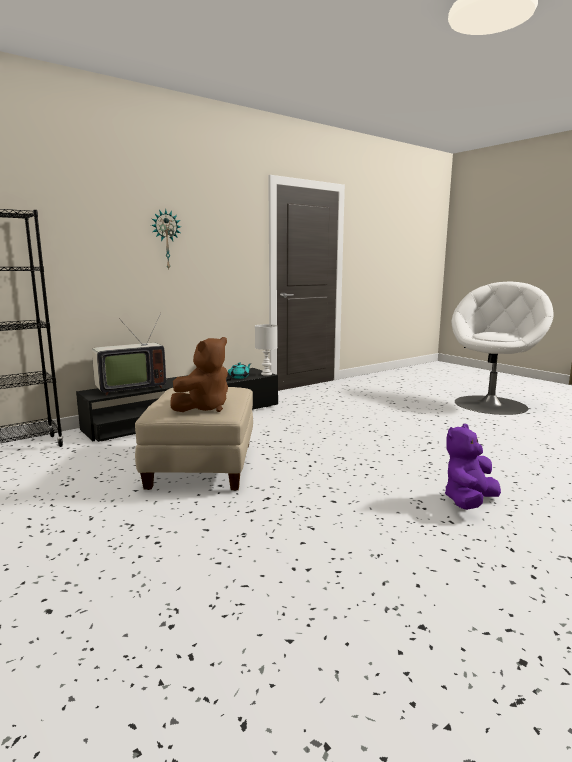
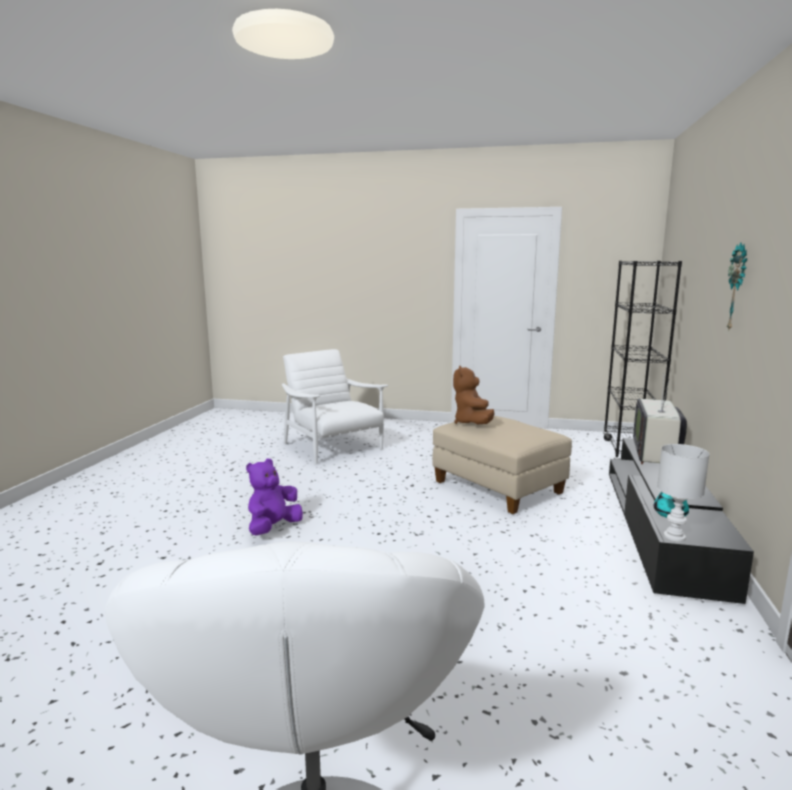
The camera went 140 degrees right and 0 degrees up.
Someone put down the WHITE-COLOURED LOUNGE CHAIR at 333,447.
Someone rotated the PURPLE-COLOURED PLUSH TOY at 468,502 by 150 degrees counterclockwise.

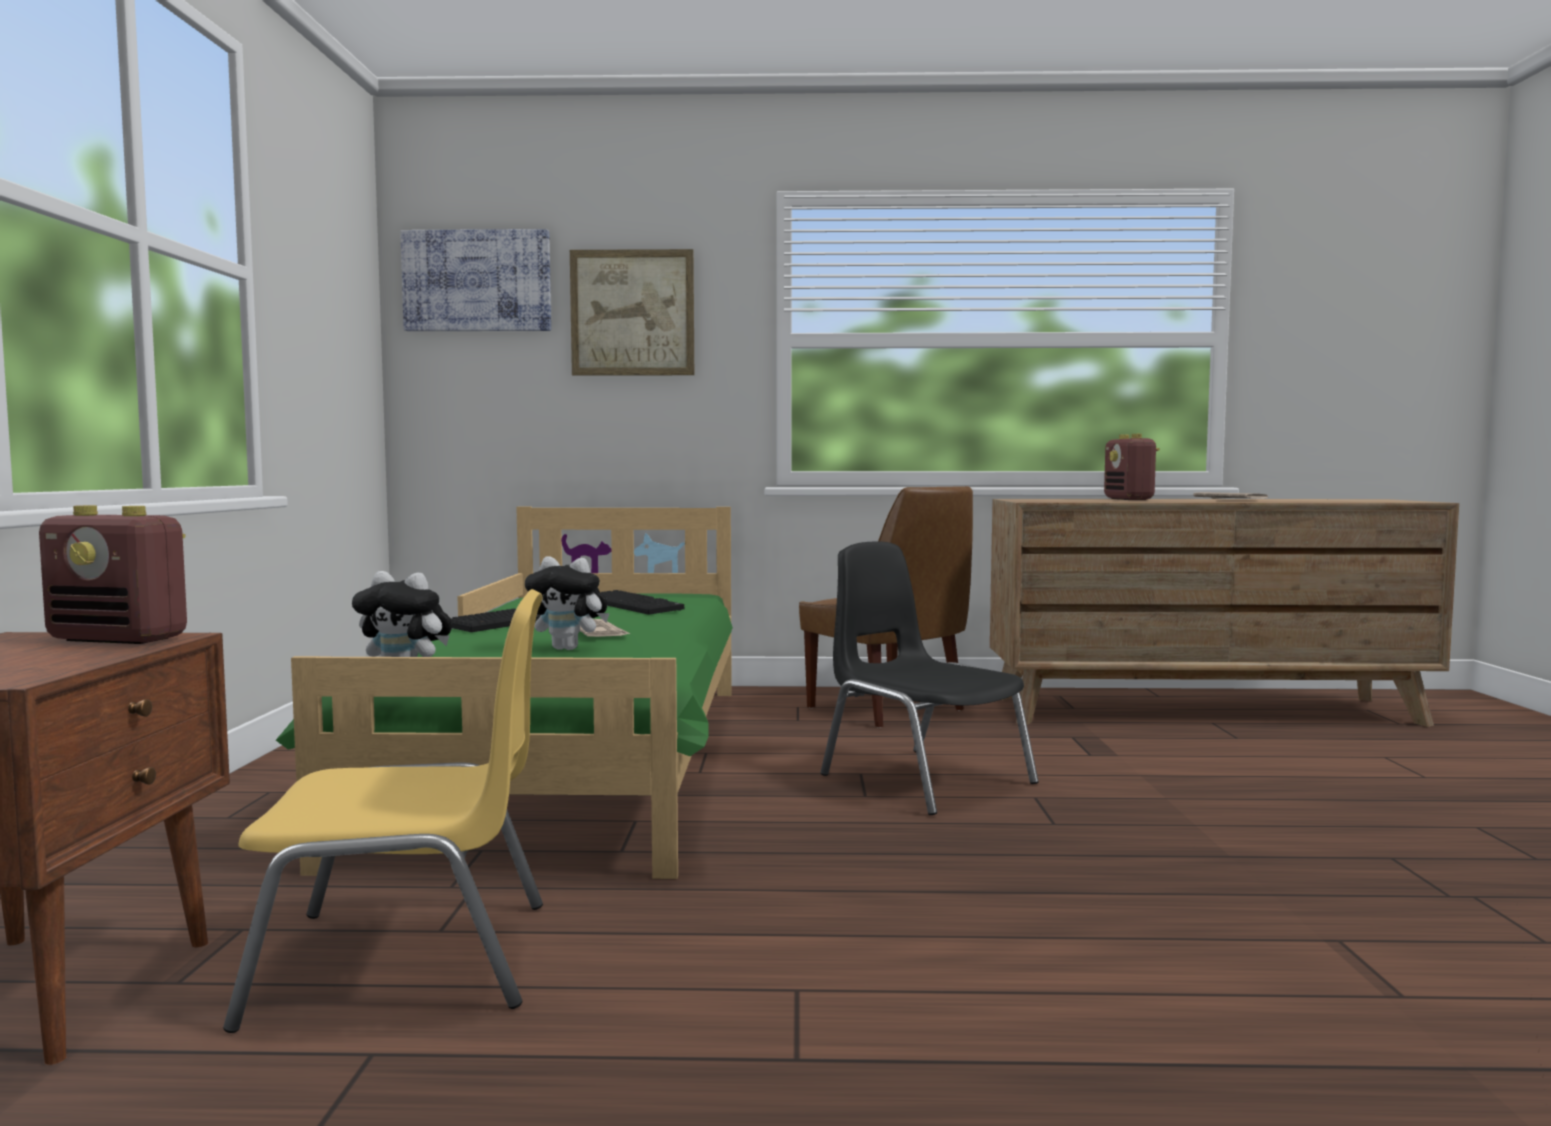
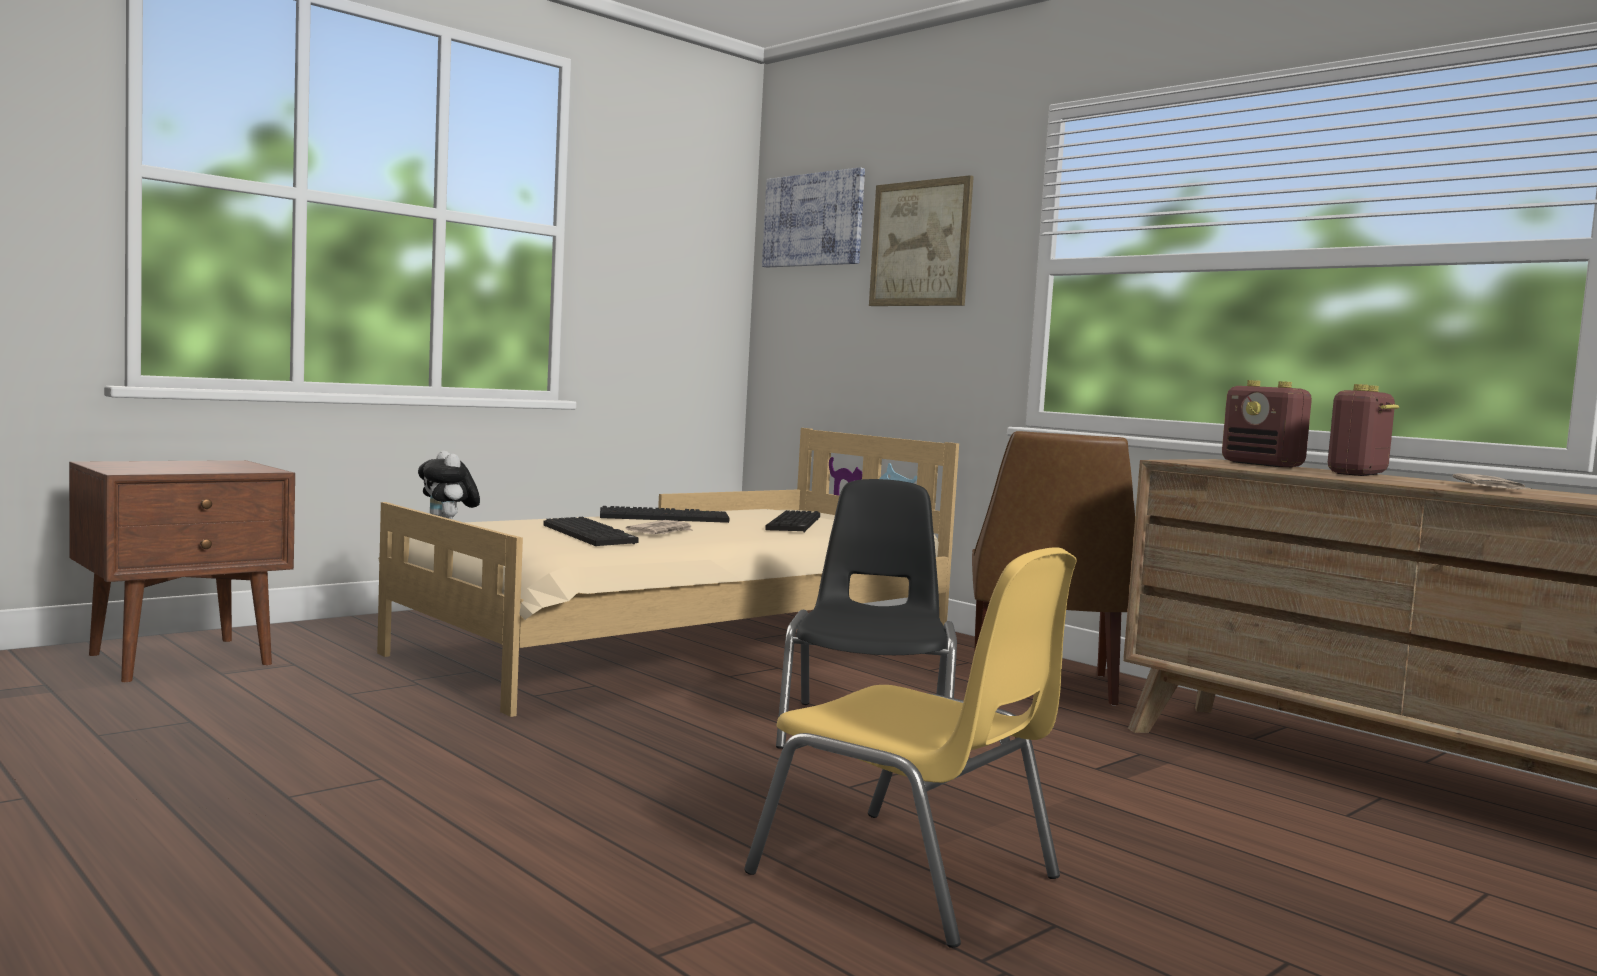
The camera went 45 degrees right and 0 degrees up.
Someone carried the RADIO from 120,639 to 1263,464.
Someone carried the YELLOW-COLOURED UPRIGHT CHAIR from 410,960 to 909,877.
Someone swapped the PLUSH TOY at 569,648 for the KEYBOARD at 591,535.
Someone repainted the GREENISH SLEEPING BED at 579,760, which became the SAND-COLOURED SLEEPING BED at 683,647.

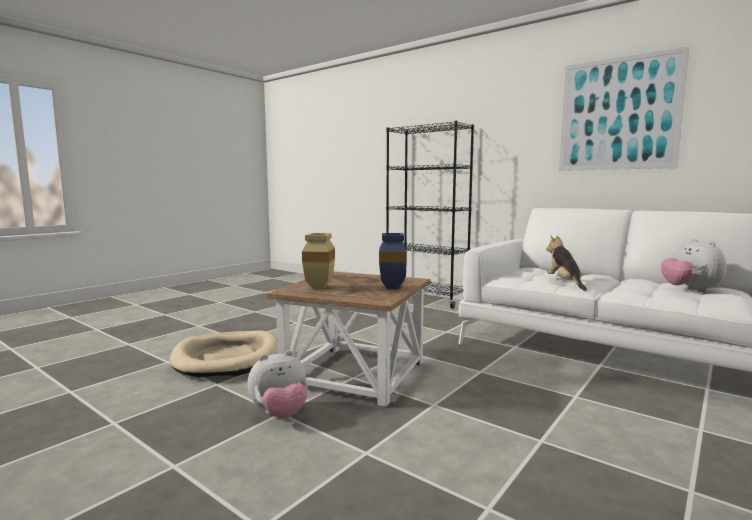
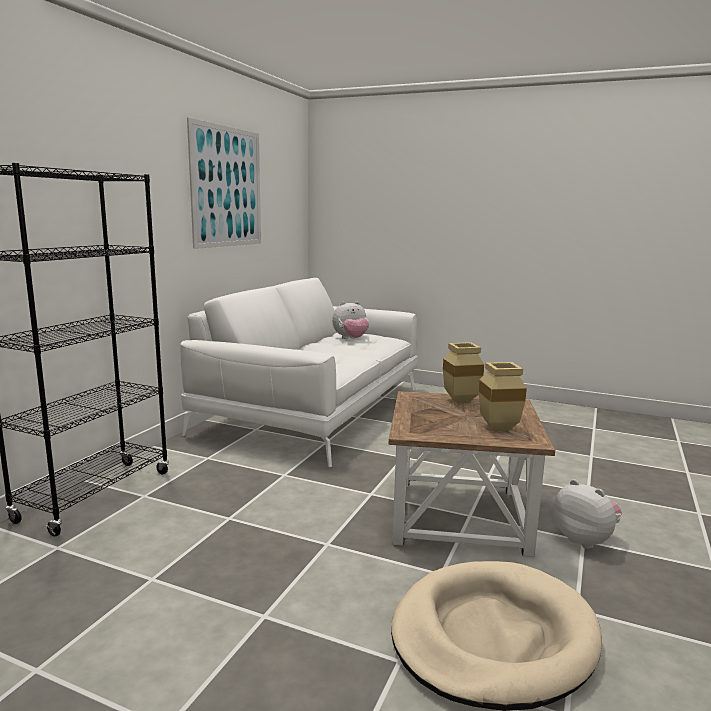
The camera went 105 degrees left and 5 degrees up.
Someone took away the PLUSH TOY at 565,283.
Someone repainted the BLUE DECORATIVE VASE at 393,288, which became the SAND-COLOURED DECORATIVE VASE at 462,400.

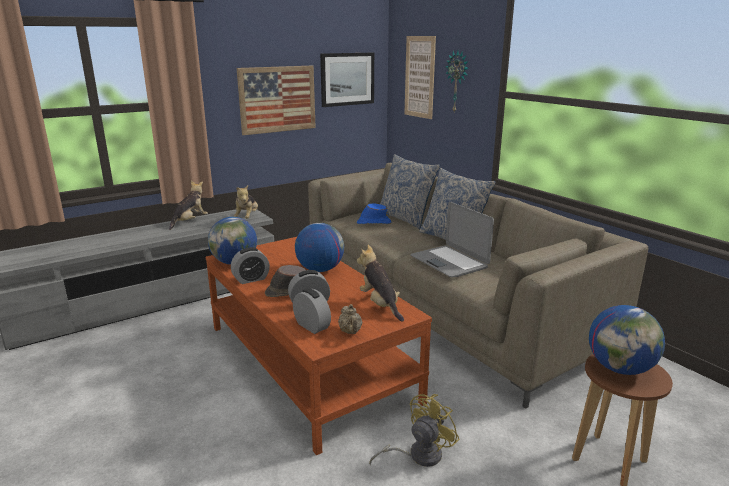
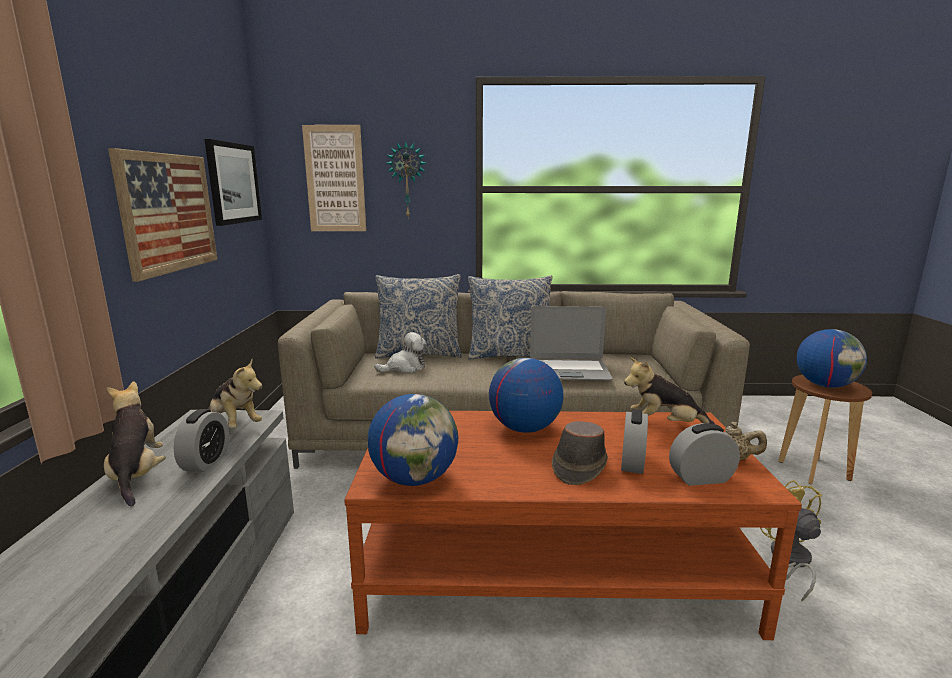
The camera went 55 degrees left and 5 degrees down.
Someone carried the BEDSIDE CLOCK from 251,279 to 206,462.
Someone swapped the BLUE CLOTHING HAT at 373,223 for the PLUSH TOY at 404,368.

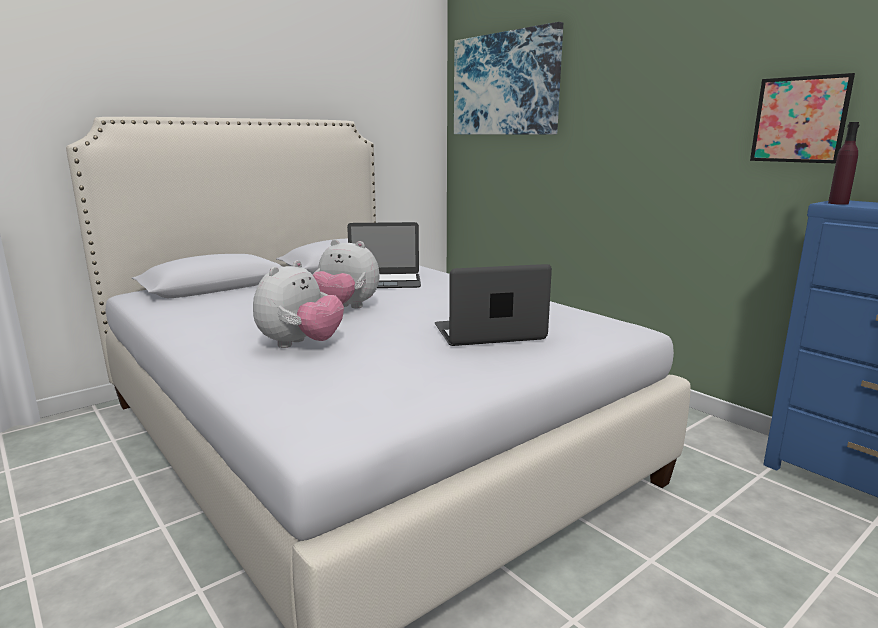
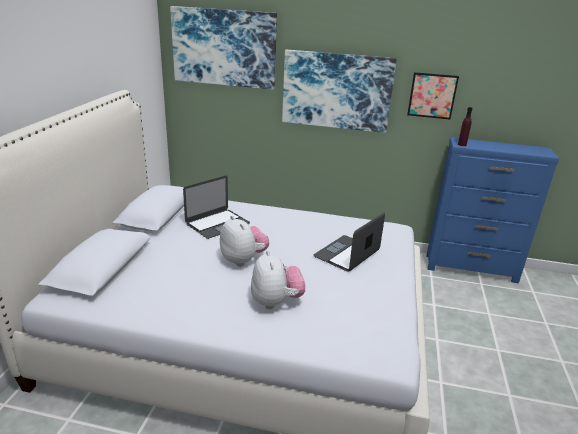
The camera went 40 degrees left and 10 degrees up.
Someone put up the PICTURE at 336,91.
Someone rotated the PLUSH TOY at 345,309 by 105 degrees counterclockwise.

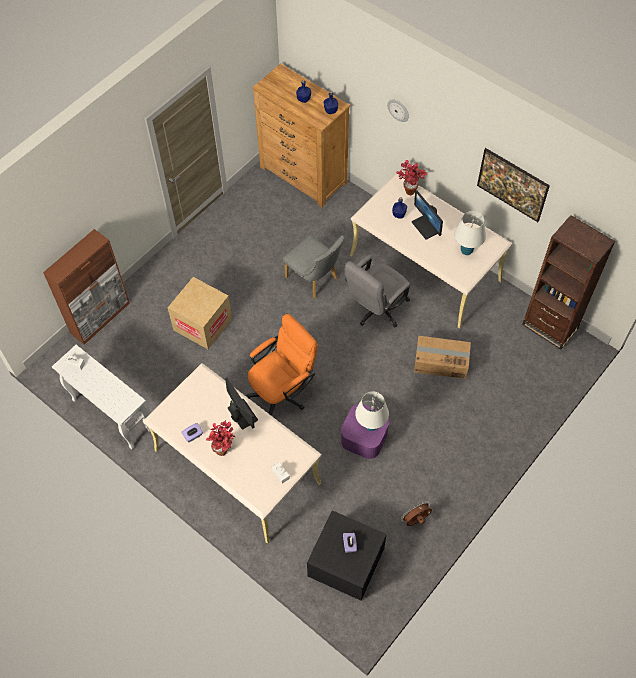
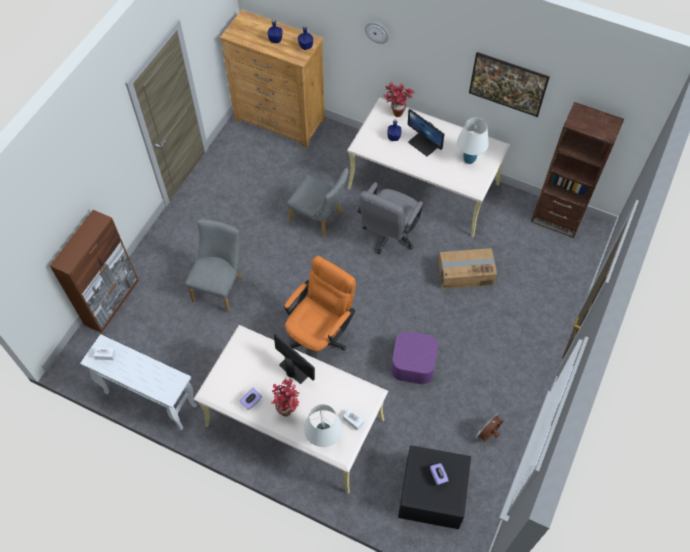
The camera went 15 degrees left and 0 degrees up.
Someone carried the WHITE-COLOURED TABLE LAMP from 371,425 to 323,439.
Someone swapped the CARDBOARD BOX at 203,324 for the GREY UPRIGHT CHAIR at 220,286.

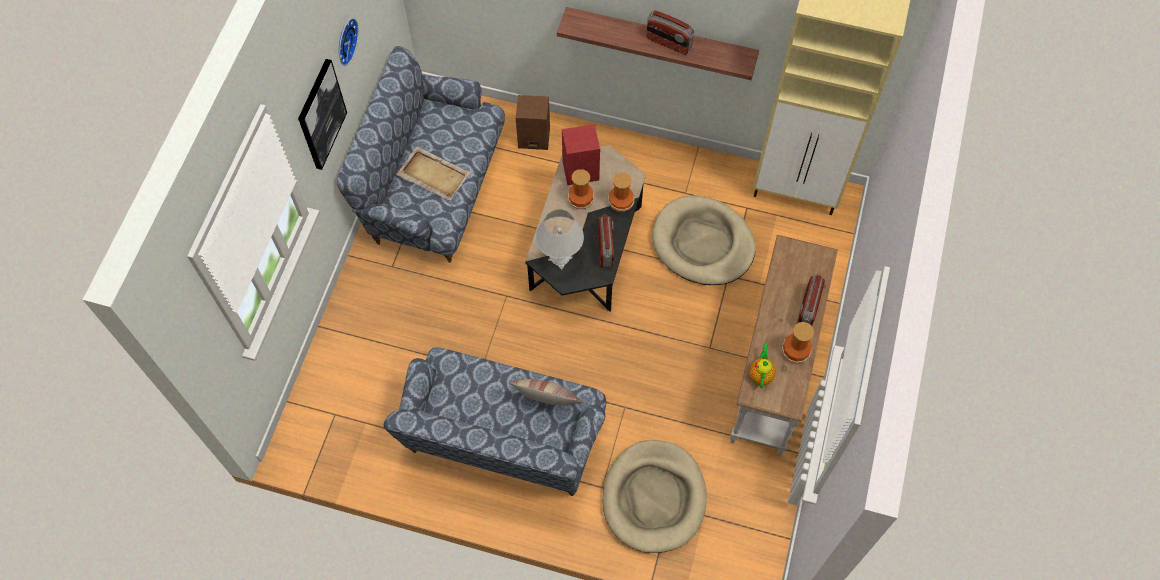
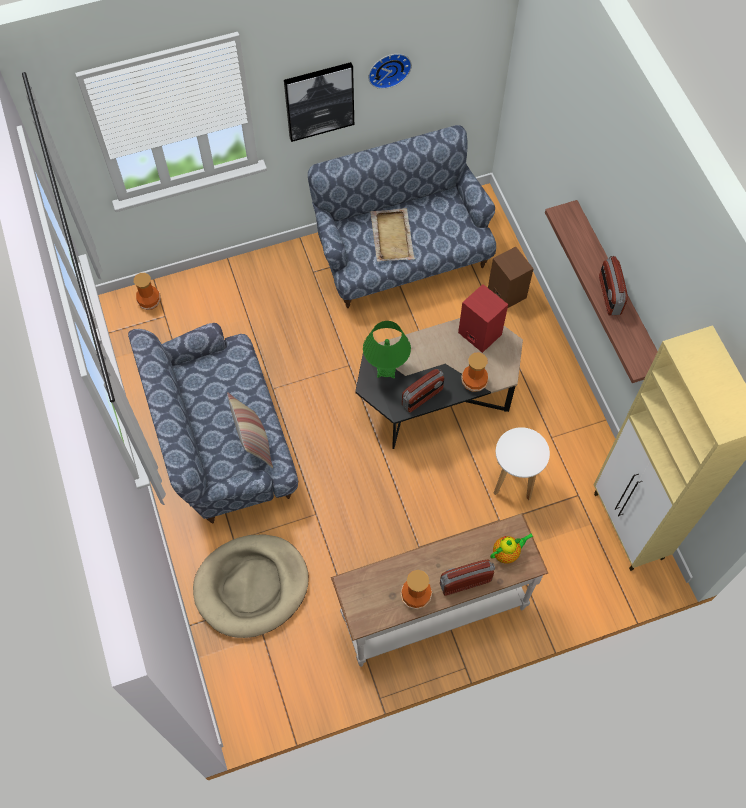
The camera went 55 degrees right and 0 degrees up.
Someone carried the DECORATIVE VASE from 580,199 to 150,301.
Someone carried the TEA POT from 761,374 to 507,553.
Someone swapped the SAND-COLOURED PET BED at 702,243 for the WHITE-COLOURED STOOL SEAT at 513,481.
Someone repainted the WHITE-COLOURED TABLE LAMP at 560,258, which became the GREENISH TABLE LAMP at 386,370.

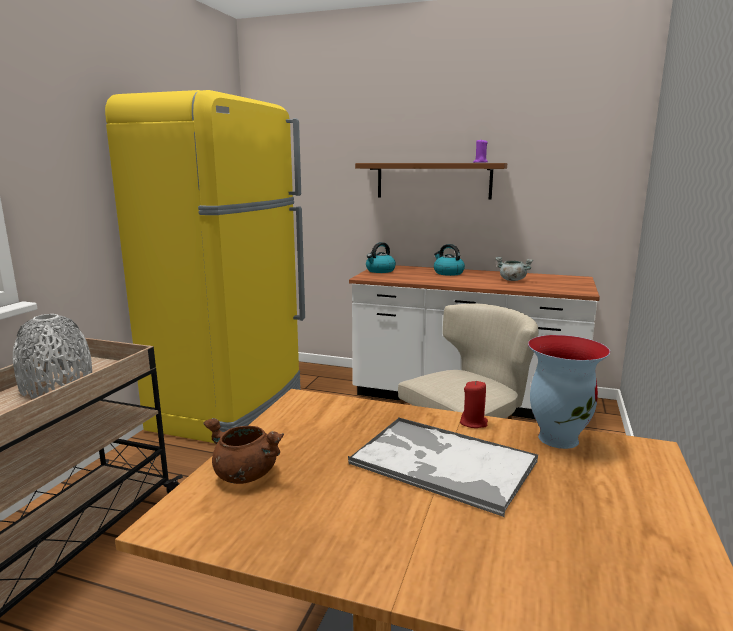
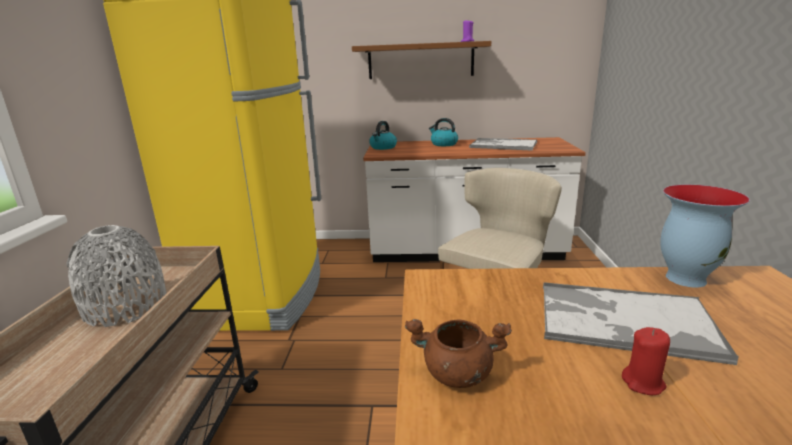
The camera went 15 degrees left and 5 degrees up.
Someone carried the RED WAX LIGHT from 474,423 to 643,383.
Someone swapped the GREY STOCKPOT at 511,280 for the TRAY at 502,145.

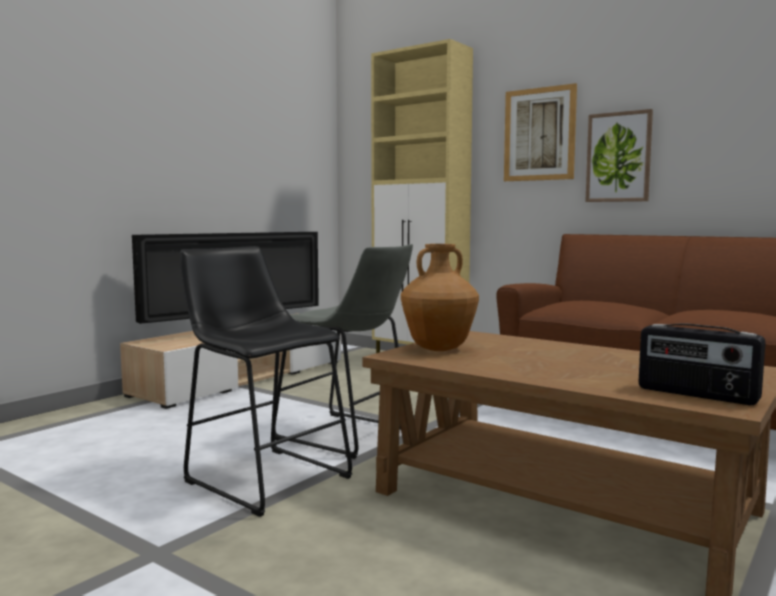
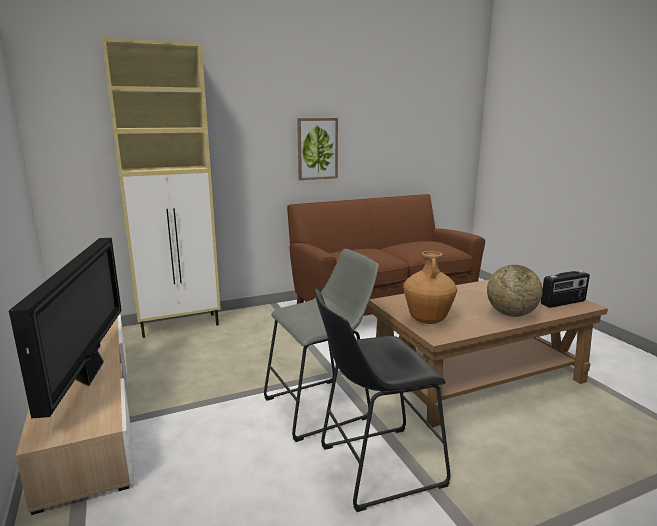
The camera went 60 degrees left and 10 degrees up.
Someone took away the PICTURE at 539,134.
Someone put down the WORLD GLOBE at 511,314.

